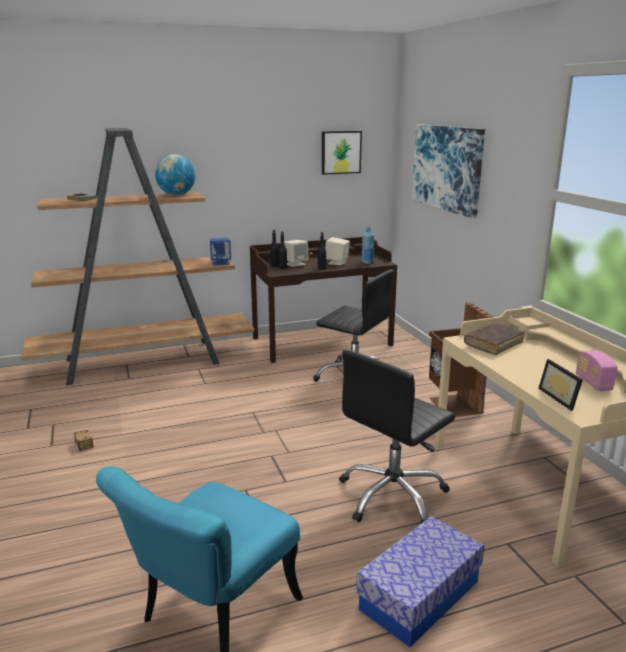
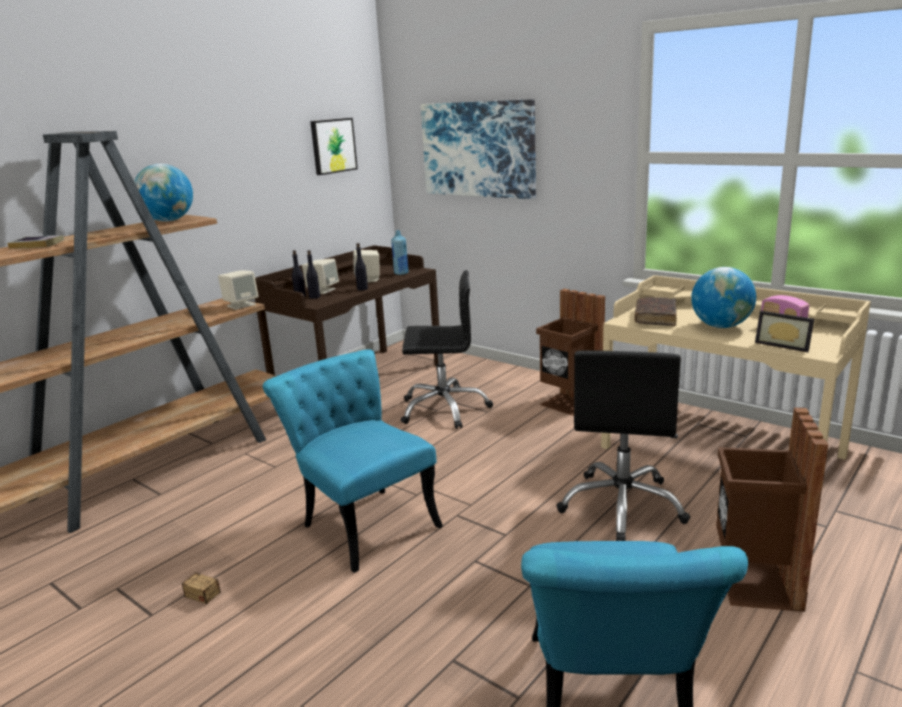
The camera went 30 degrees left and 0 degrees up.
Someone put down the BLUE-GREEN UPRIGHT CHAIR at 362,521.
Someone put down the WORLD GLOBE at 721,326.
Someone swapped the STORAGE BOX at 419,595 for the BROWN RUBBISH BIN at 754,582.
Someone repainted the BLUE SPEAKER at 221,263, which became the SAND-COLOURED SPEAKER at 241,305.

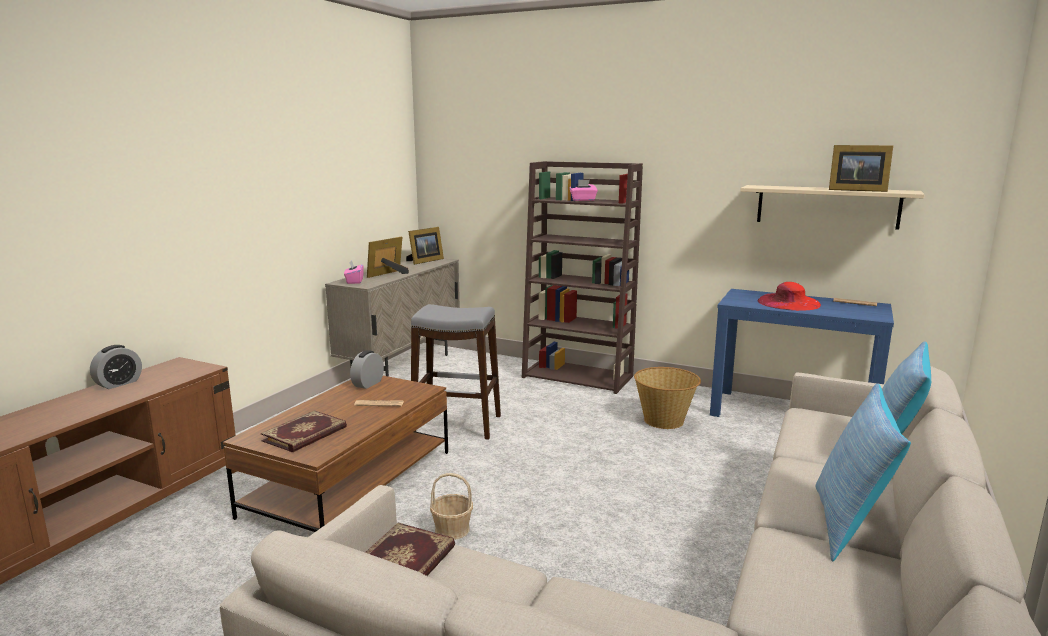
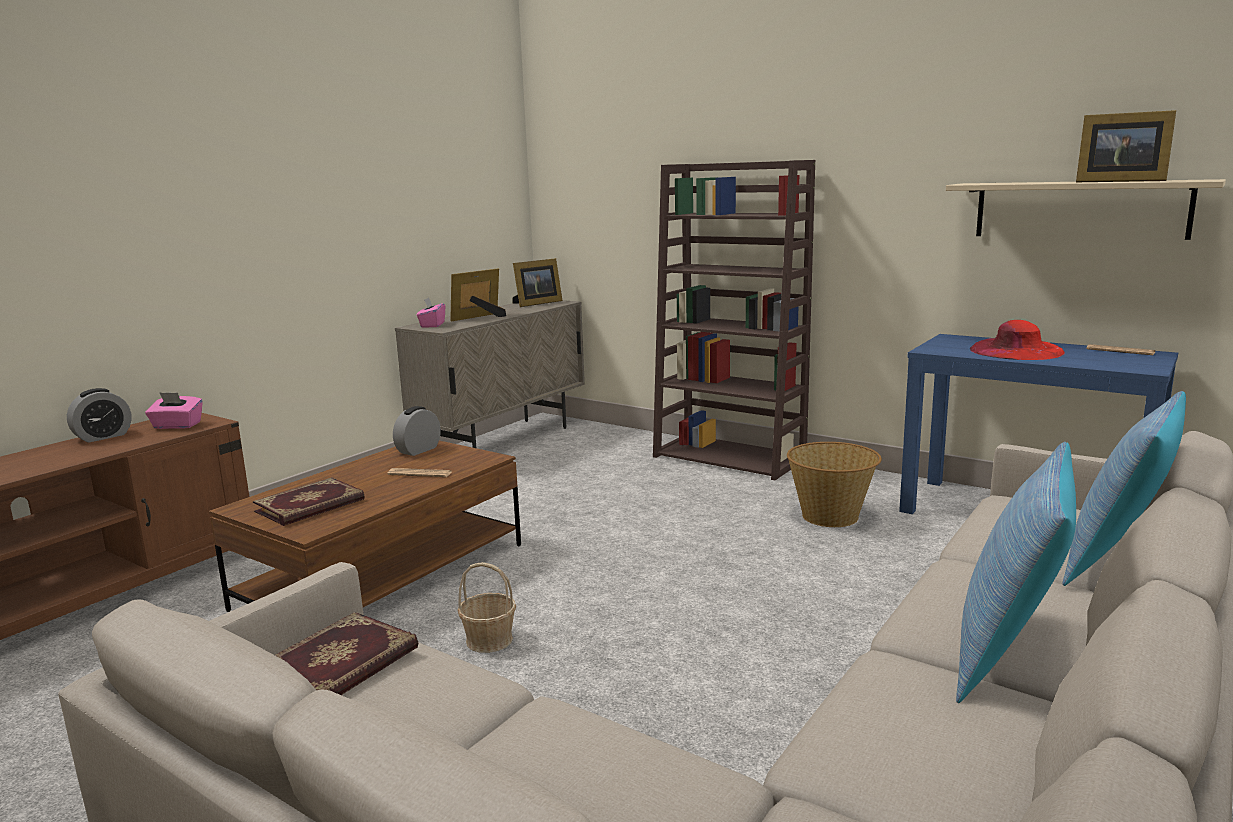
The camera went 10 degrees right and 0 degrees up.
Someone took away the GREY STOOL SEAT at 457,424.
Someone carried the PINKISH TISSUE BOX from 582,200 to 177,426.

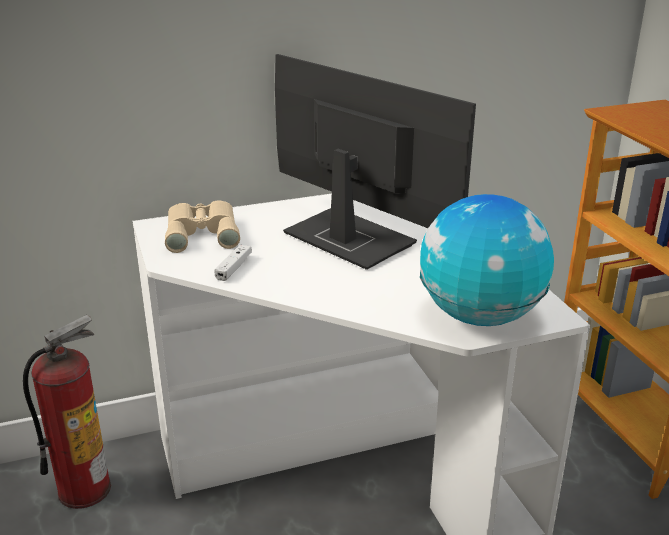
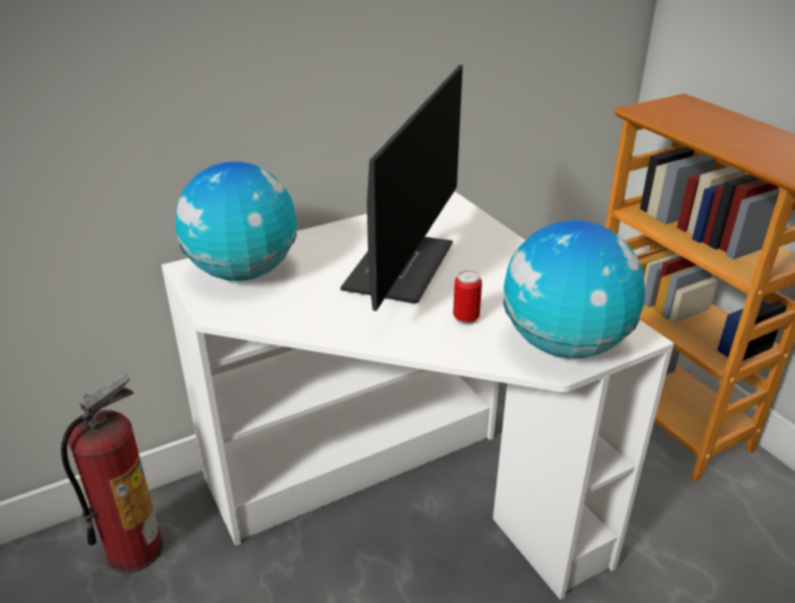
The camera went 10 degrees left and 5 degrees up.
Someone took away the WHITE-COLOURED GAME CONTROLLER at 234,268.
Someone put down the METAL CAN at 466,318.
Someone swapped the SAND-COLOURED PAIR OF BINOCULARS at 202,232 for the WORLD GLOBE at 243,272.
Someone rotated the COMPUTER DISPLAY at 346,239 by 75 degrees clockwise.

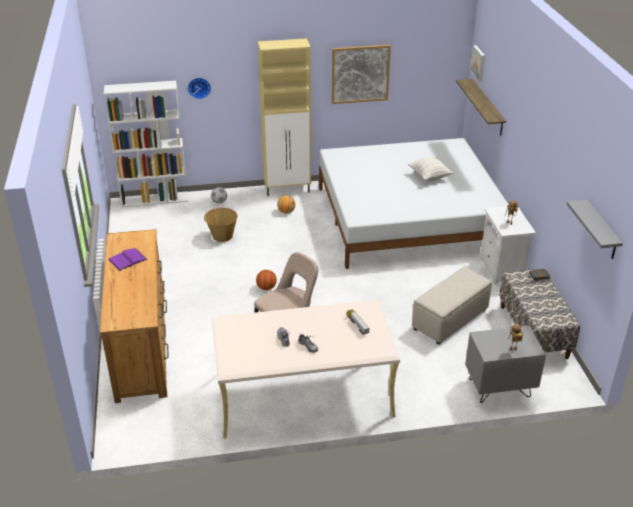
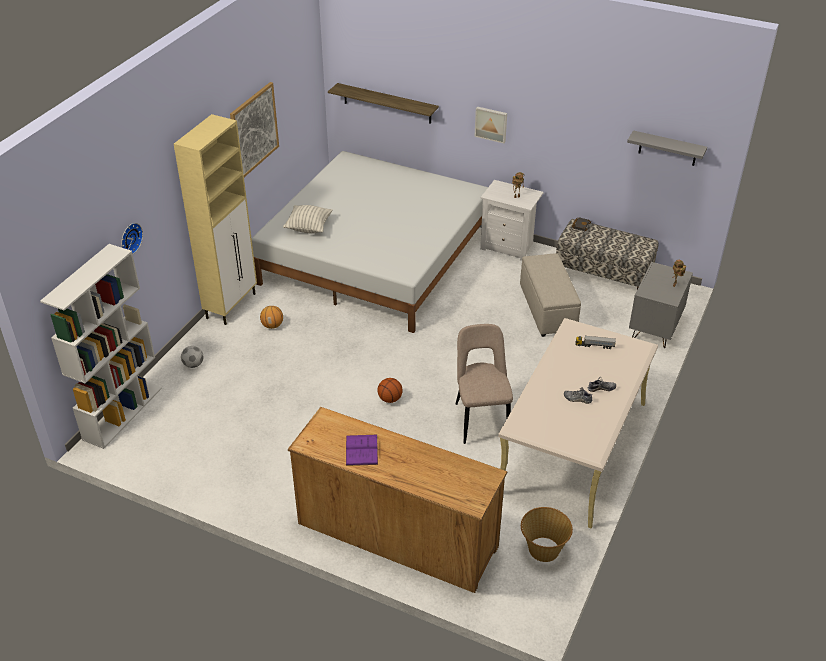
The camera went 55 degrees left and 5 degrees up.
Someone carried the BASKET from 222,236 to 543,549.
Someone carried the PILLOW from 430,177 to 308,228.
Someone carried the PICTURE from 479,63 to 491,124.

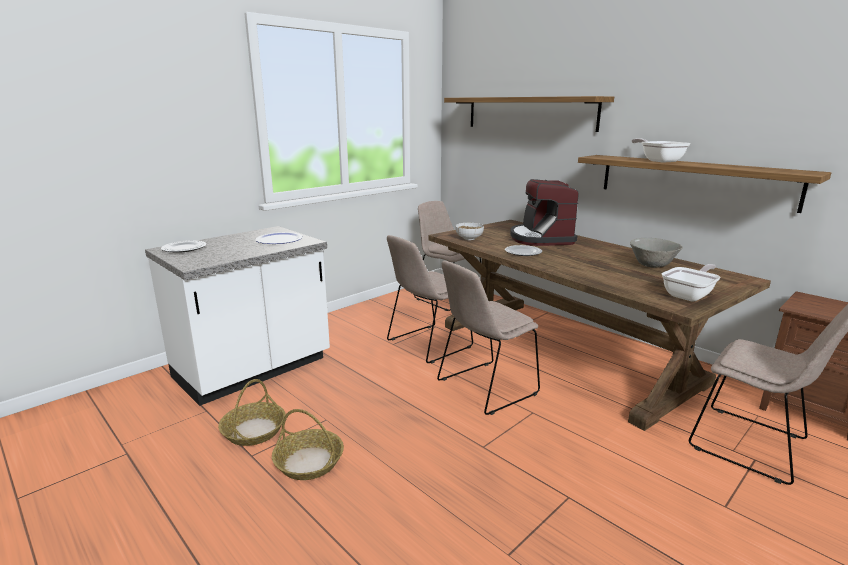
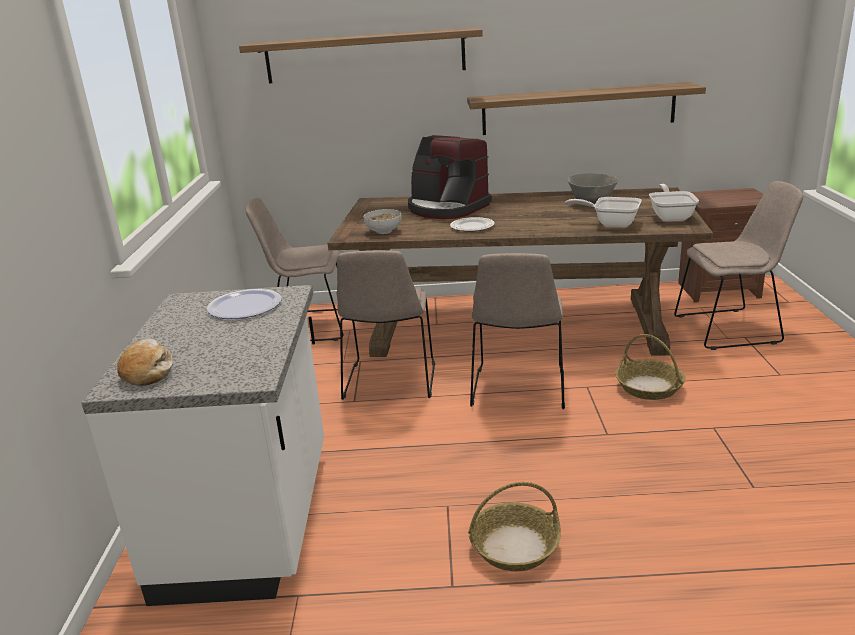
The camera went 45 degrees left and 5 degrees up.
Someone carried the BASKET from 254,430 to 648,387.
Someone carried the PAN from 659,161 to 611,223.
Someone swapped the FLAT DISH at 184,248 for the BAKED BREAD at 147,371.

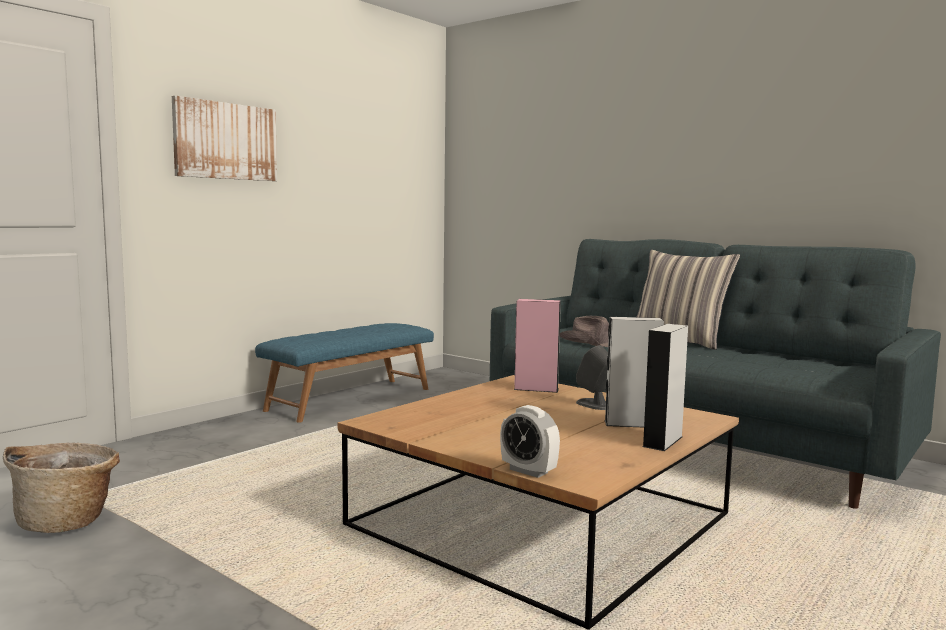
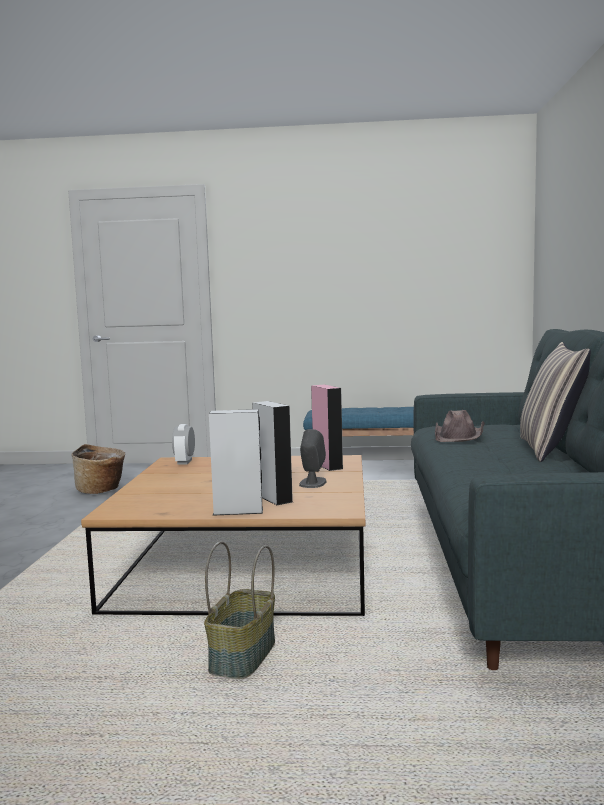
The camera went 55 degrees right and 0 degrees up.
Someone took away the PICTURE at 225,141.
Someone put down the BASKET at 244,657.
Someone carried the BEDSIDE CLOCK from 528,471 to 184,462.

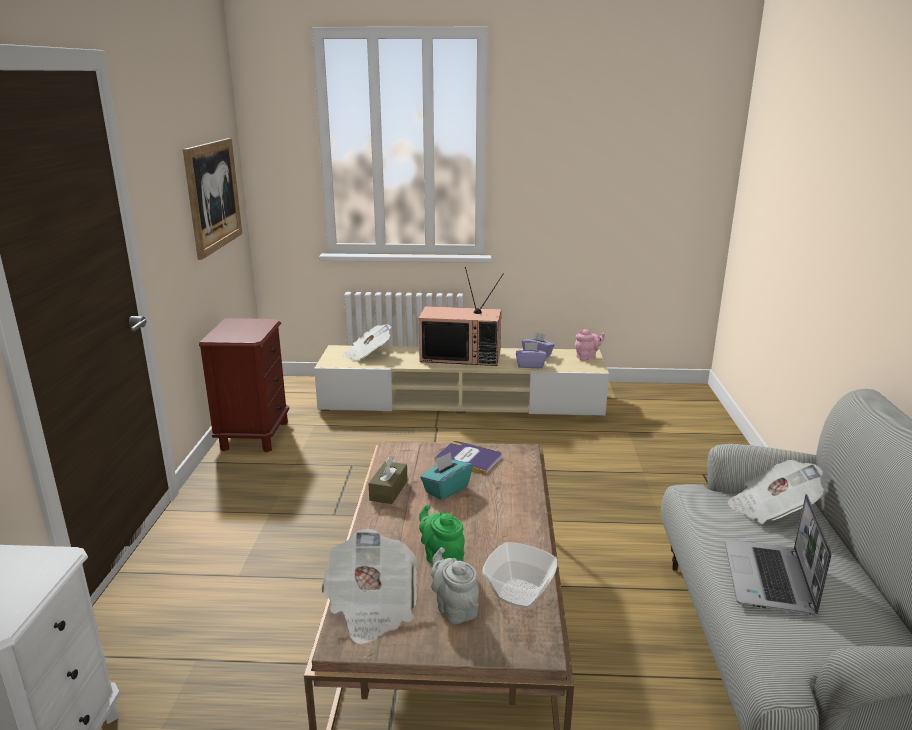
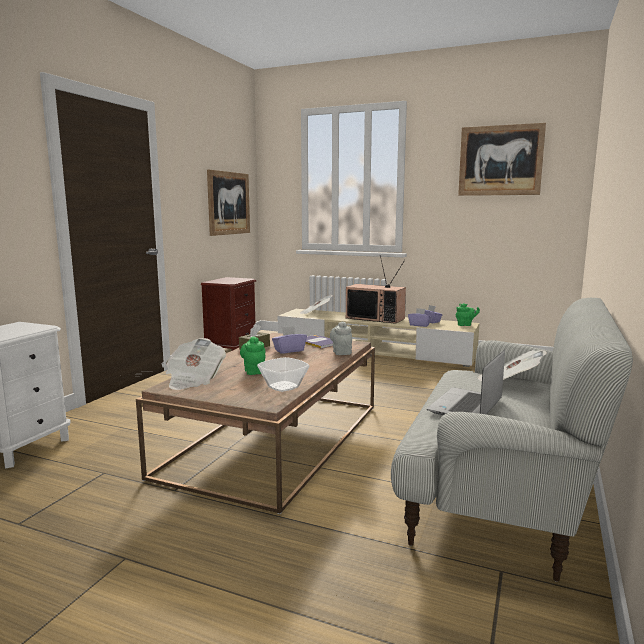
The camera went 20 degrees right and 10 degrees down.
Someone put up the PICTURE at 500,160.
Someone carried the GREY TEA POT from 454,608 to 341,352.
Someone repainted the BLUE-GREEN TISSUE BOX at 446,489, which became the PURPLE-COLOURED TISSUE BOX at 289,350.
Someone repainted the PINKISH TEA POT at 587,357, which became the GREENISH TEA POT at 465,325.

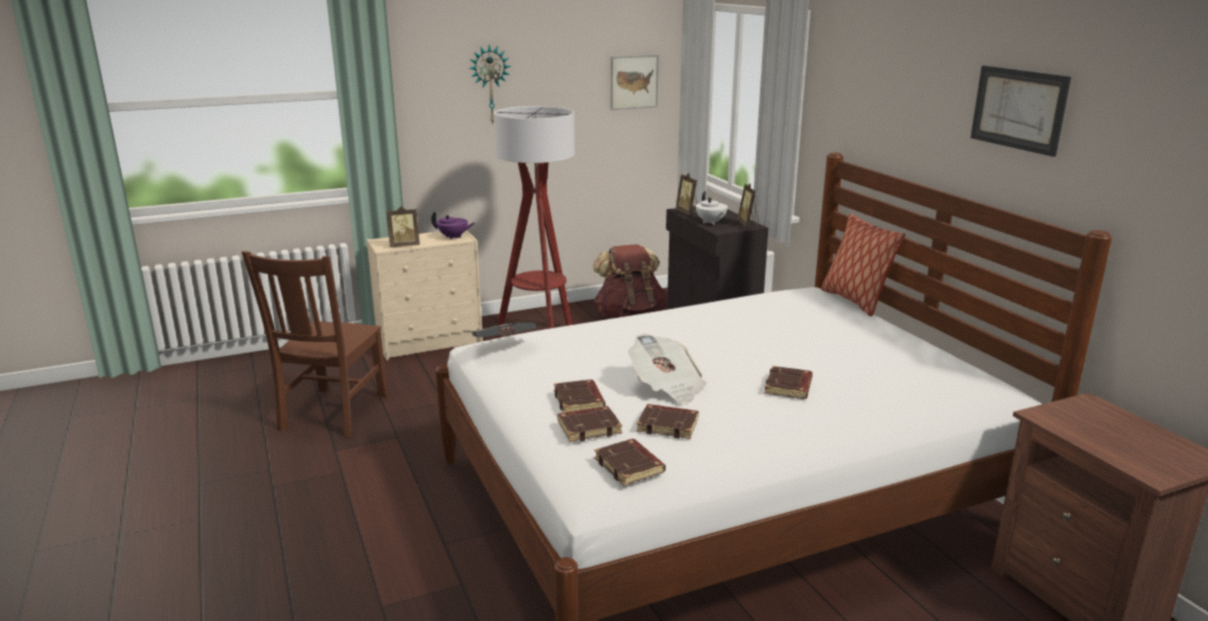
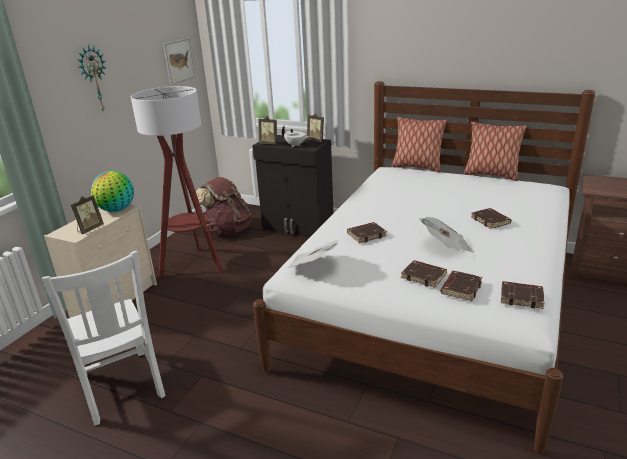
The camera went 40 degrees left and 5 degrees up.
Someone took away the PICTURE at 1019,109.
Someone put down the PILLOW at 491,175.
Someone carried the BROWN BOOK from 668,425 to 366,235.
Someone swapped the PURPLE-COLOURED TEA POT at 453,237 for the WORLD GLOBE at 117,210.
Someone repainted the BROWN UPRIGHT CHAIR at 332,414, which became the WHITE-COLOURED UPRIGHT CHAIR at 121,387.

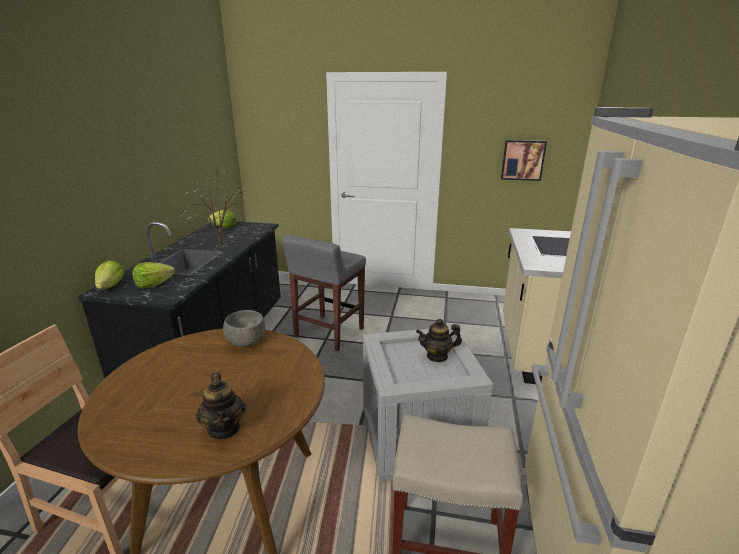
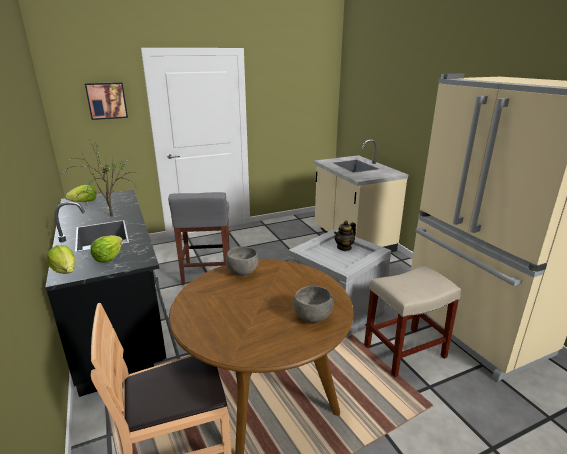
The camera went 35 degrees left and 0 degrees up.
Someone carried the PICTURE from 522,160 to 106,100.
Someone swapped the TEA POT at 224,428 for the GREY BOWL at 312,317.

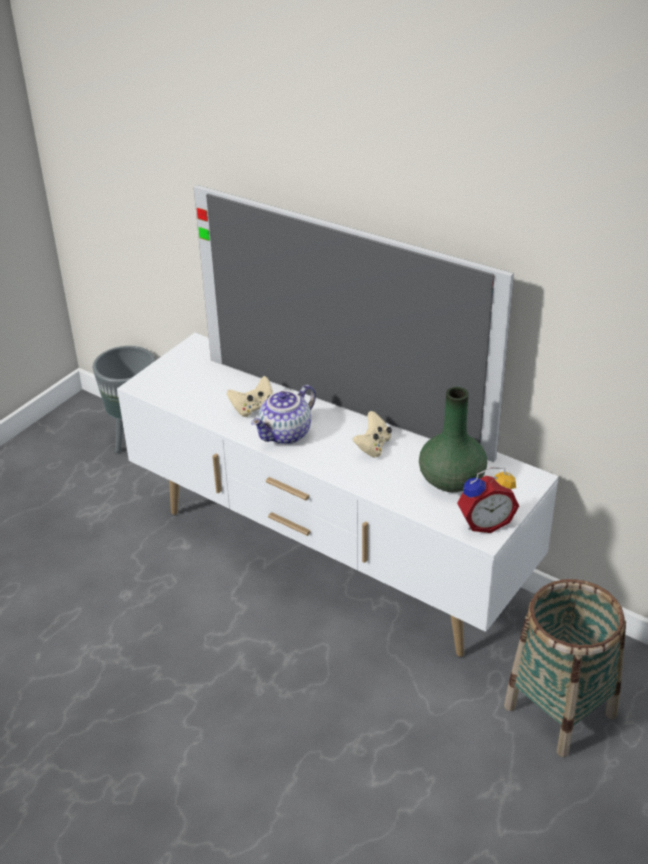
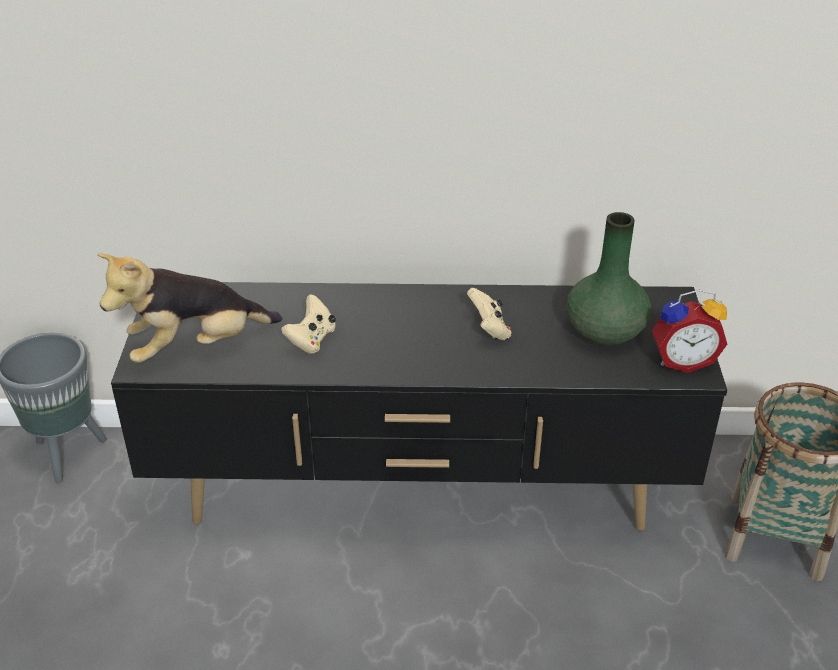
The camera went 35 degrees left and 0 degrees up.
Someone took away the TV at 344,407.
Someone took away the TEA POT at 286,435.
Someone put down the PLUSH TOY at 195,347.
Someone repainted the WHITE-COLOURED TV UNIT at 329,558, which became the BLACK TV UNIT at 420,491.
Someone rotated the BEDSIDE CLOCK at 484,522 by 45 degrees clockwise.

